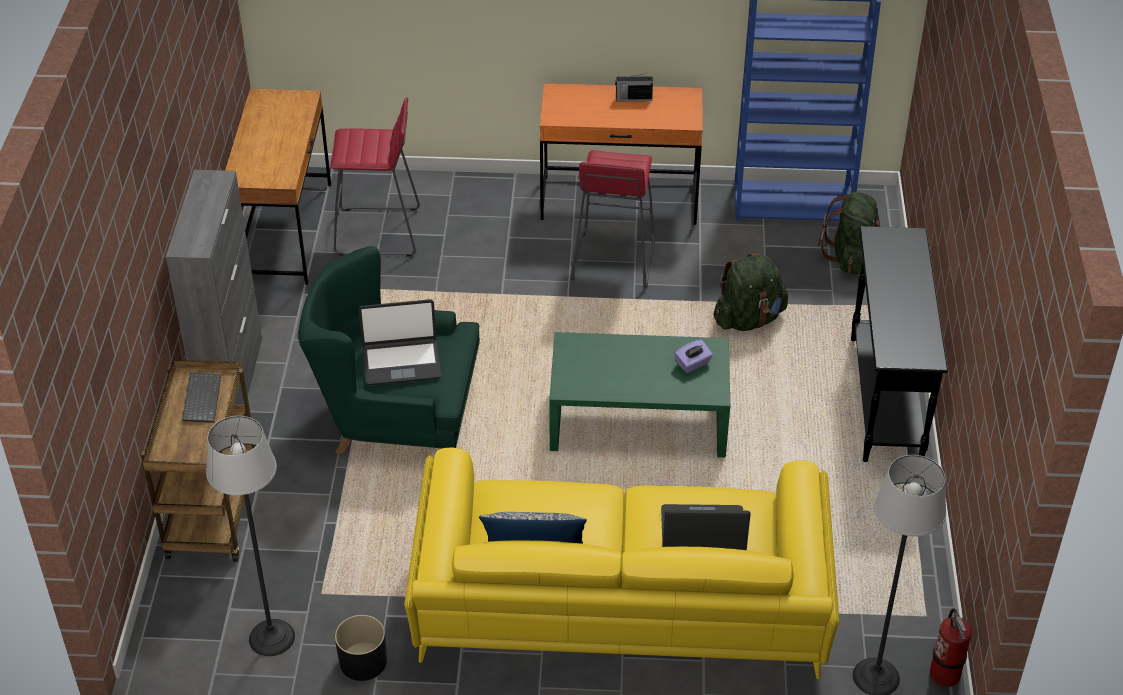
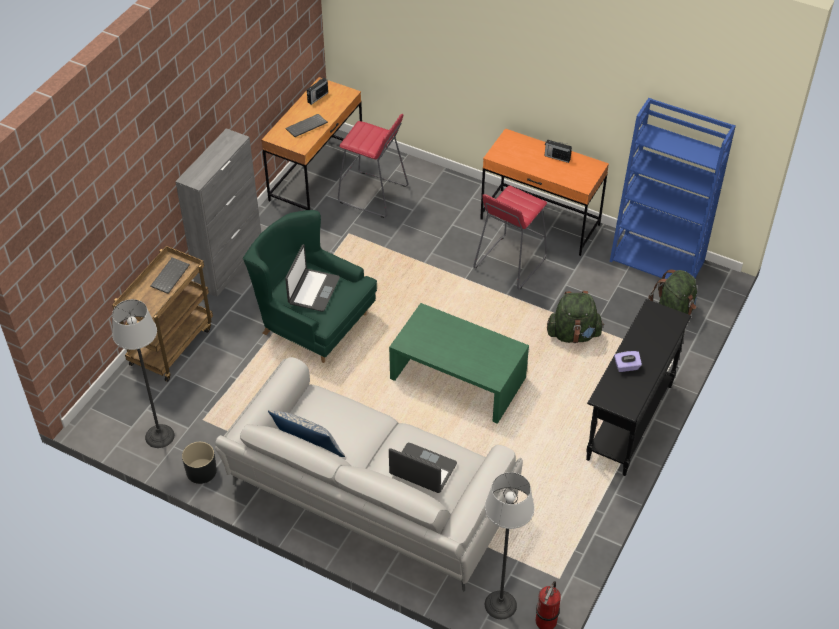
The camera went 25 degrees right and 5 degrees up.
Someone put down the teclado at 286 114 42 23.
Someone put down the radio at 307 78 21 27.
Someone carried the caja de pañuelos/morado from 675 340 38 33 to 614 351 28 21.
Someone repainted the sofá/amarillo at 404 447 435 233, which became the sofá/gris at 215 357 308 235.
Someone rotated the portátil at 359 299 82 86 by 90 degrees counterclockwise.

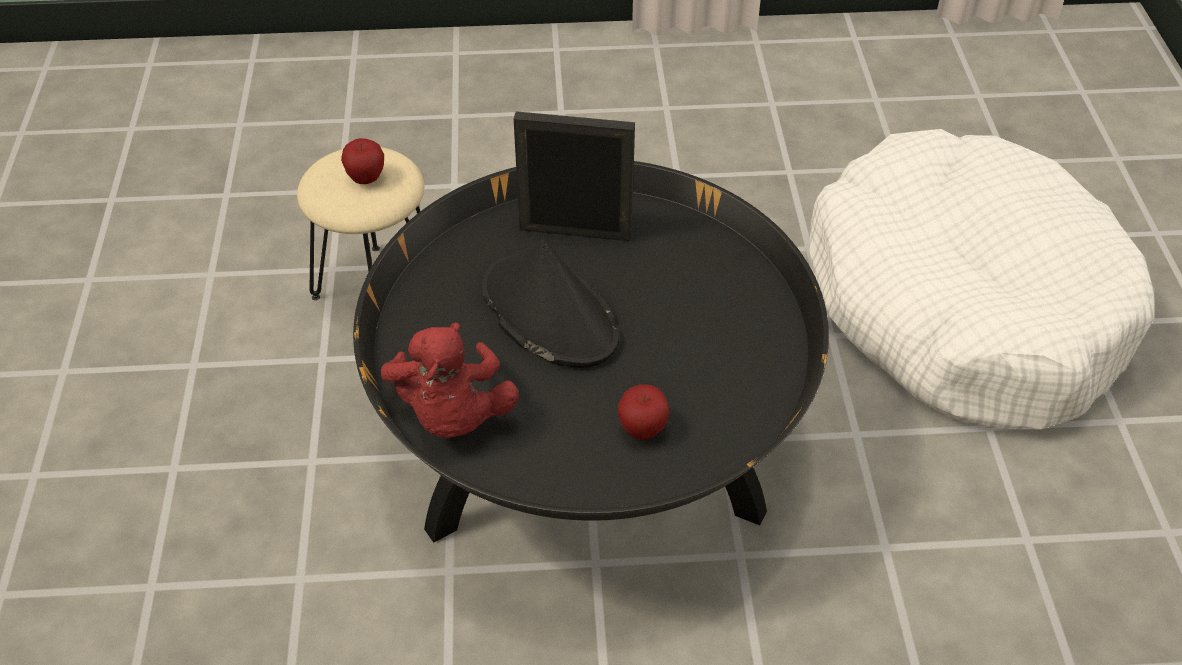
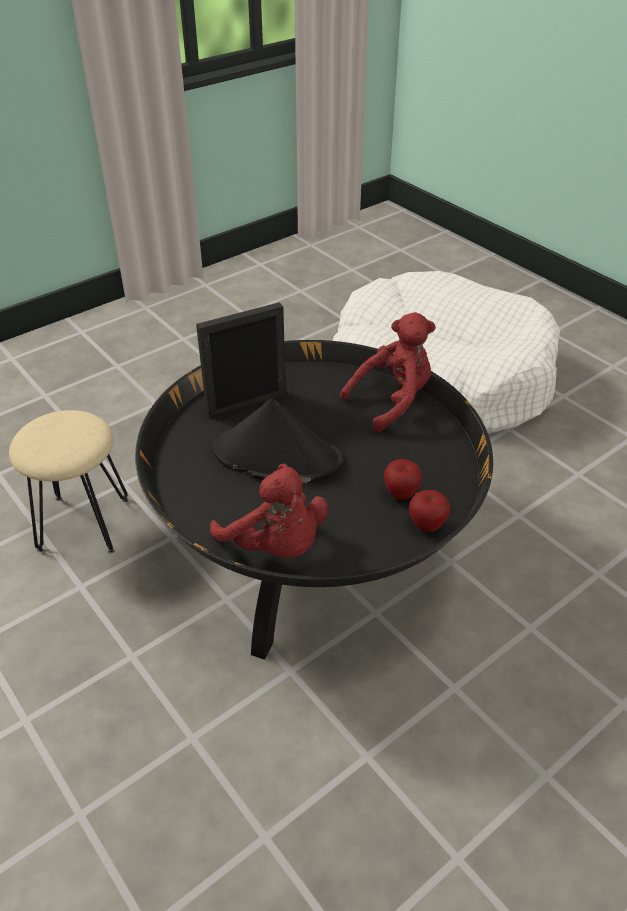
The camera went 35 degrees left and 5 degrees down.
Someone put down the peluche/rojo at 340 312 96 120.
Someone carried the manzana from 341 138 43 46 to 409 490 41 42.

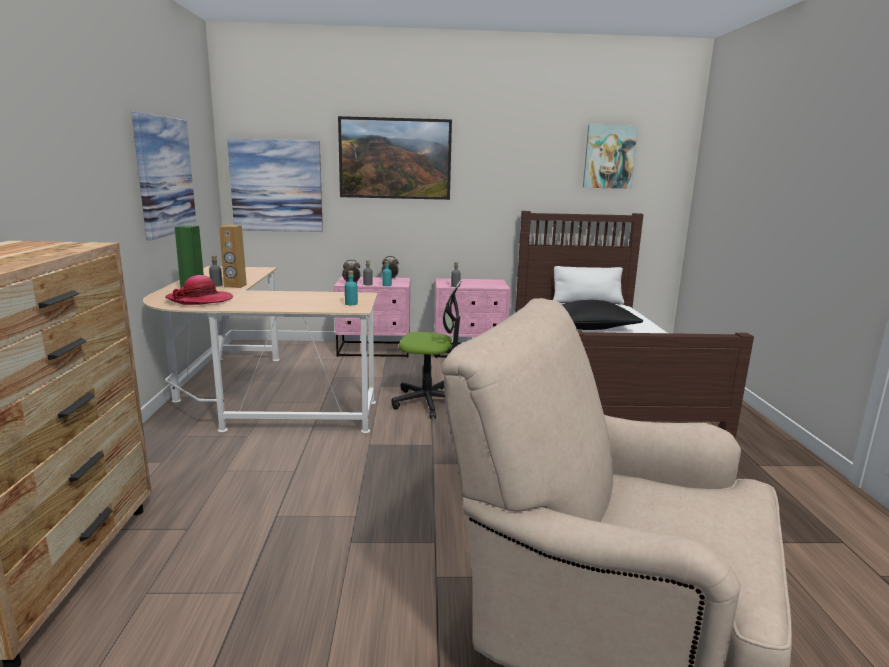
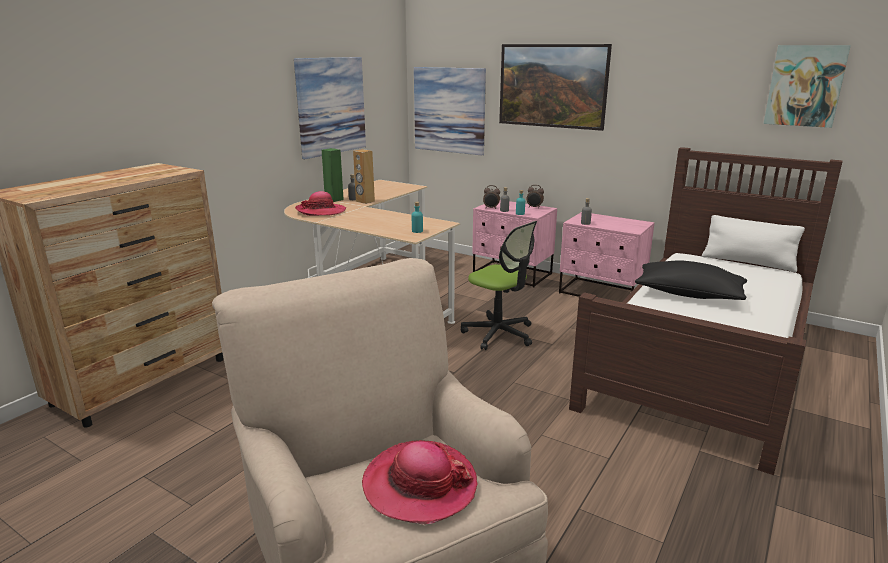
The camera went 35 degrees right and 5 degrees up.
Someone put down the sombrero at 362 440 116 84.

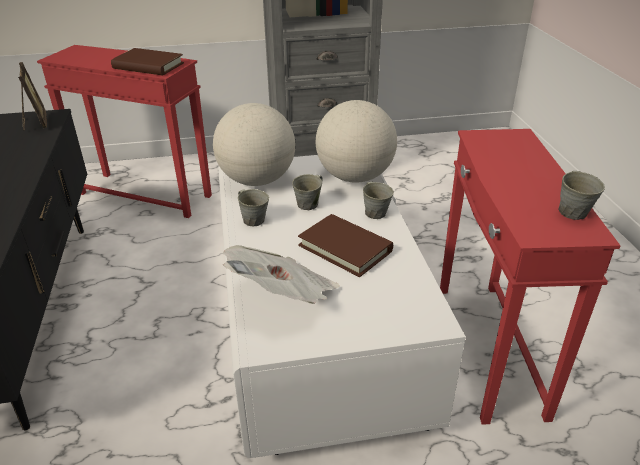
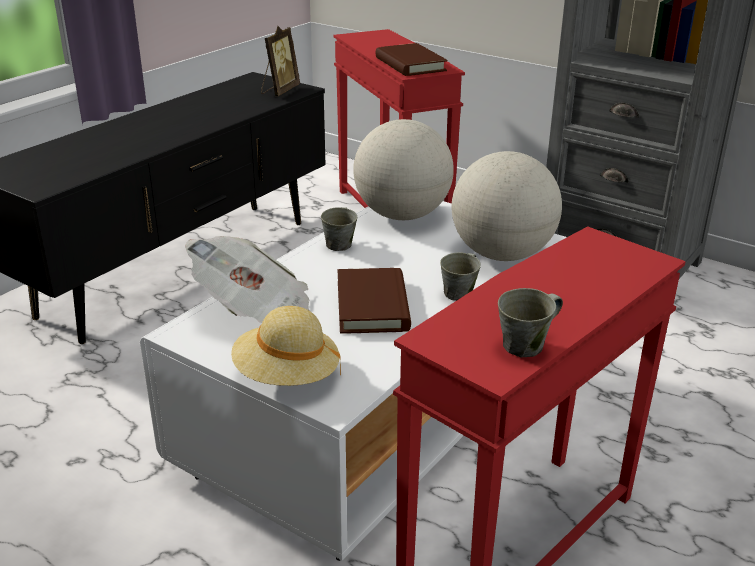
The camera went 45 degrees right and 5 degrees down.
Someone took away the taza grande/gris at 292 174 31 36.
Someone put down the sombrero/beis at 231 306 110 80.

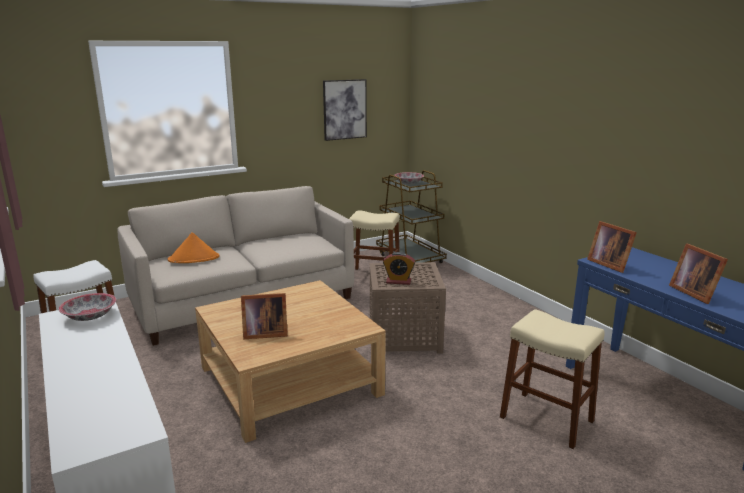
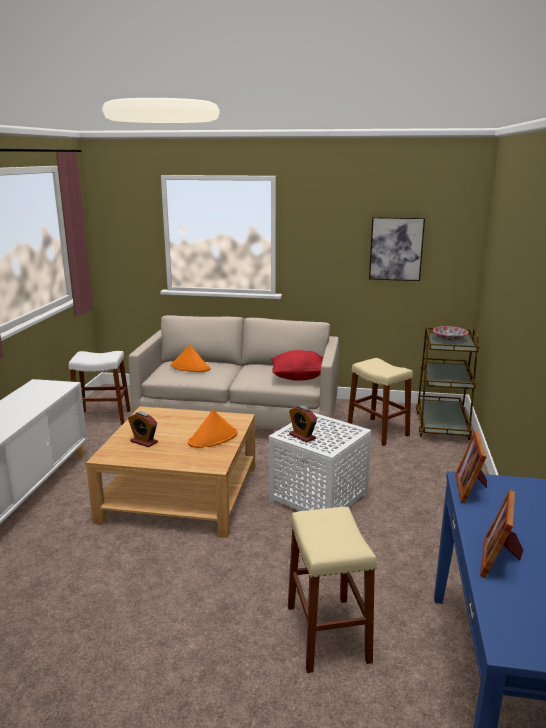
The camera went 40 degrees right and 0 degrees up.
Someone took away the cuenco at 59 293 57 28.
Someone put down the sombrero/naranja at 188 410 50 38.
Someone put down the cojín/rojo at 271 350 52 31.
Someone swapped the portarretratos at 241 293 47 46 for the despertador at 128 411 30 36.
Someone repainted the mesa auxiliar/marrón at 370 262 76 92, which became the mesa auxiliar/blanco at 268 413 103 98.

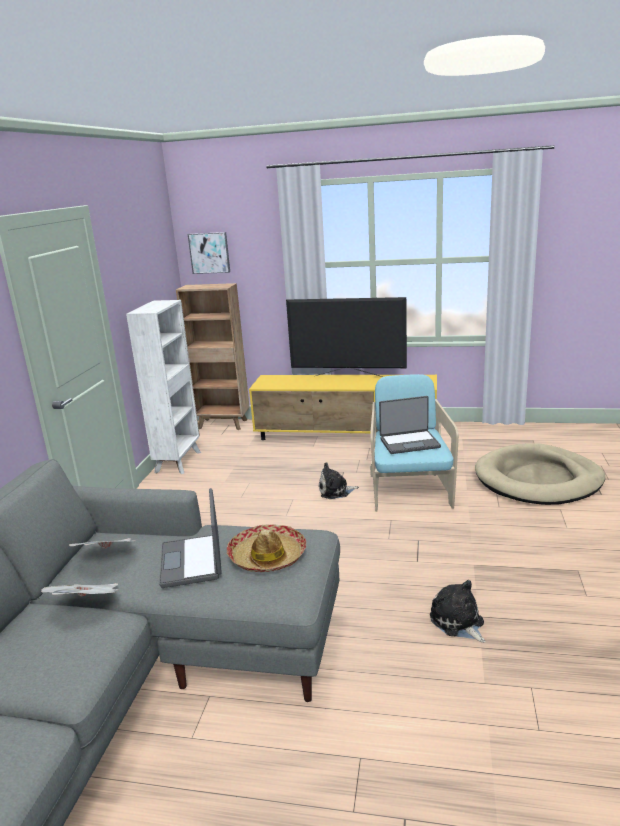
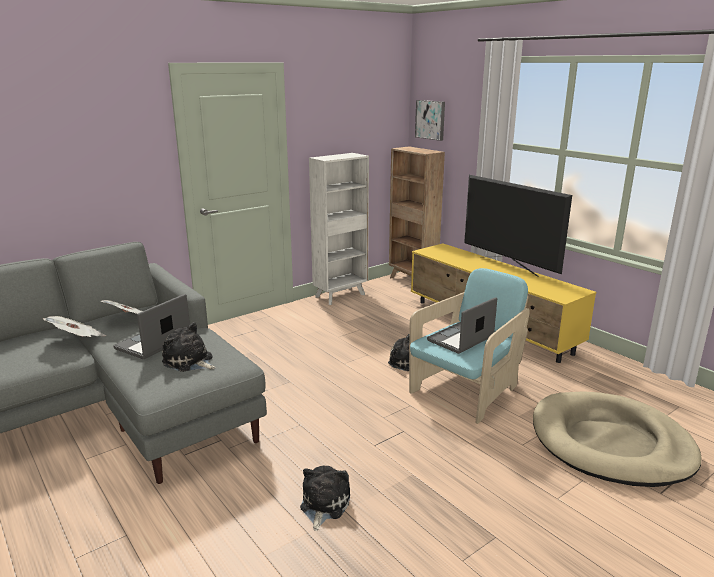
The camera went 40 degrees right and 0 degrees up.
Someone swapped the sombrero at 227 524 79 48 for the peluche at 162 322 54 50.
Someone rotated the portátil at 379 396 62 58 by 105 degrees clockwise.

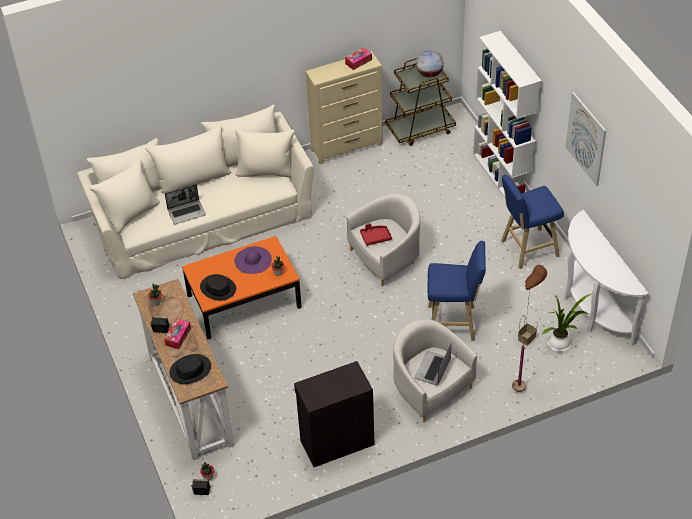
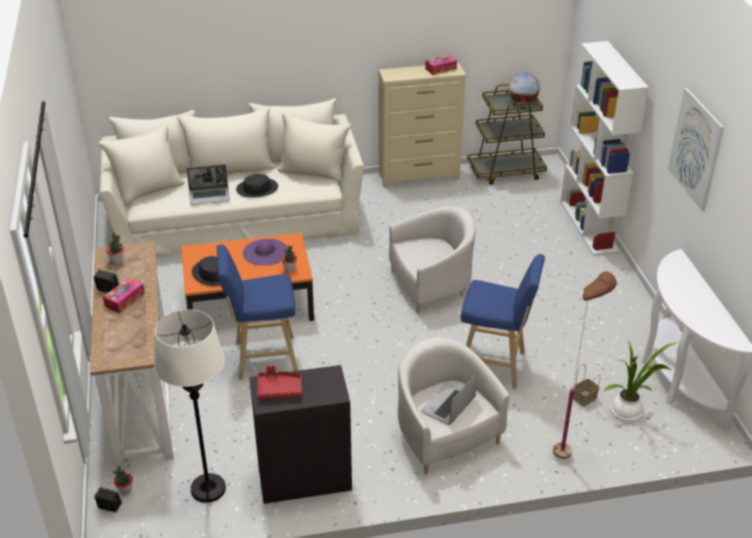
The camera went 10 degrees right and 10 degrees down.
Someone put down the lámpara de pie/blanco at 154 309 72 194.
Someone carried the sombrero/negro from 170 354 41 30 to 236 174 42 24.
Someone carried the bandeja/rojo from 360 223 32 23 to 258 365 44 34.
Someone carried the taburete/azul from 501 175 63 94 to 217 244 81 136.

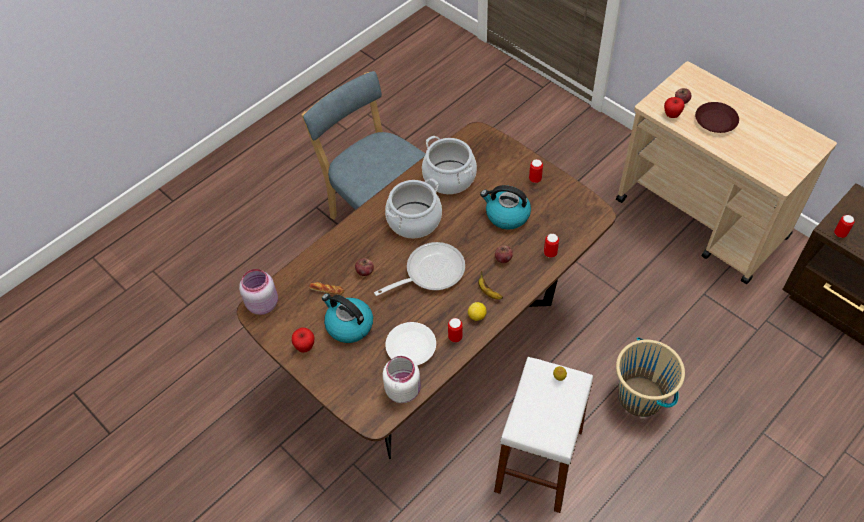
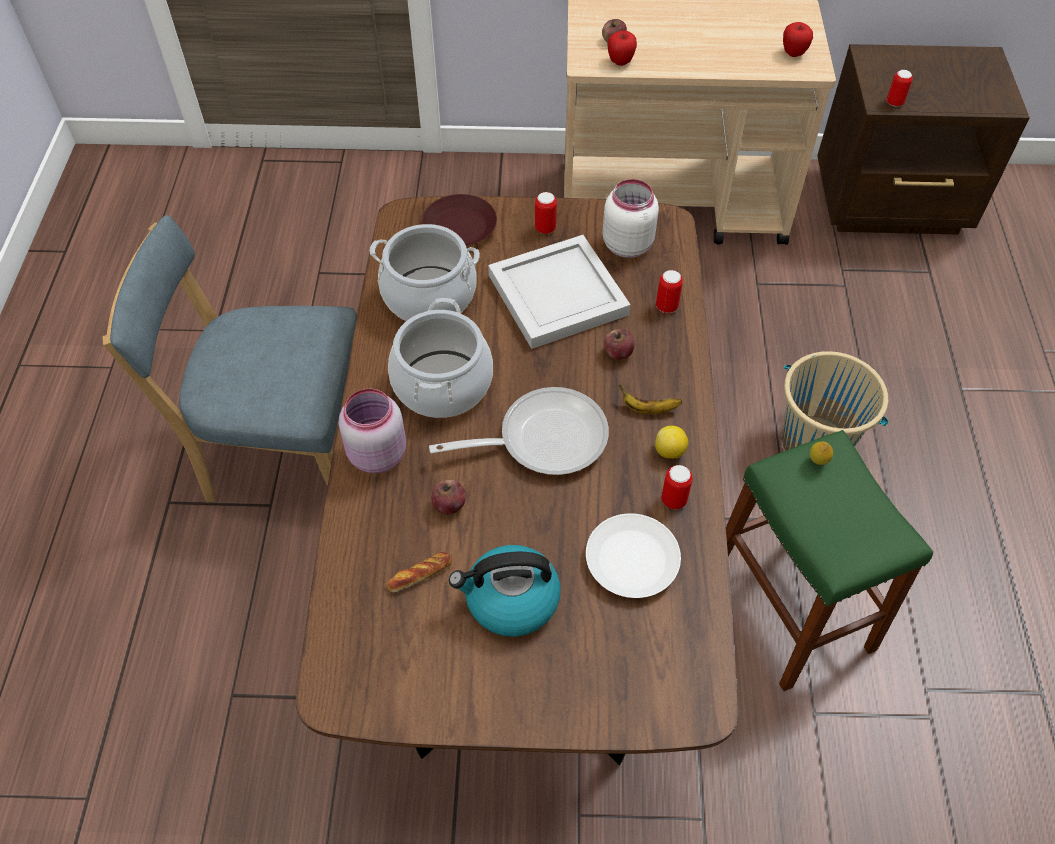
The camera went 45 degrees left and 0 degrees up.
Someone carried the tarro/rosa from 239 269 39 46 to 339 389 67 84.
Someone carried the manzana from 292 328 22 25 to 783 22 30 35.
Someone carried the tarro/blanco from 383 356 38 47 to 602 179 57 79.
Someone carried the plato/marrón from 695 102 44 31 to 422 194 75 52.
Someone swapped the hervidor at 480 185 51 44 for the bandeja/blanco at 488 235 143 114.
Someone repainted the taburete/blanco at 494 357 99 156, which became the taburete/verde at 726 430 207 261.
Someone rotated the sartén at 374 242 91 54 by 60 degrees clockwise.

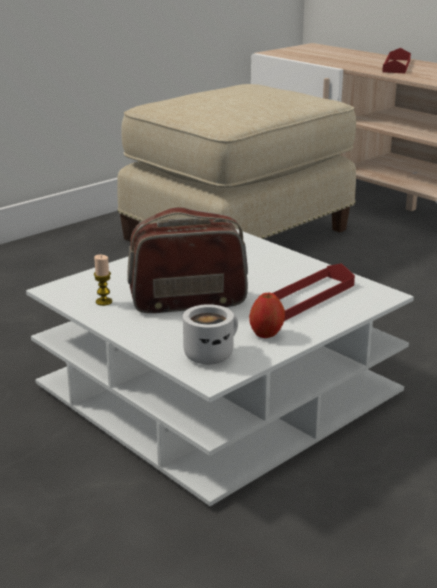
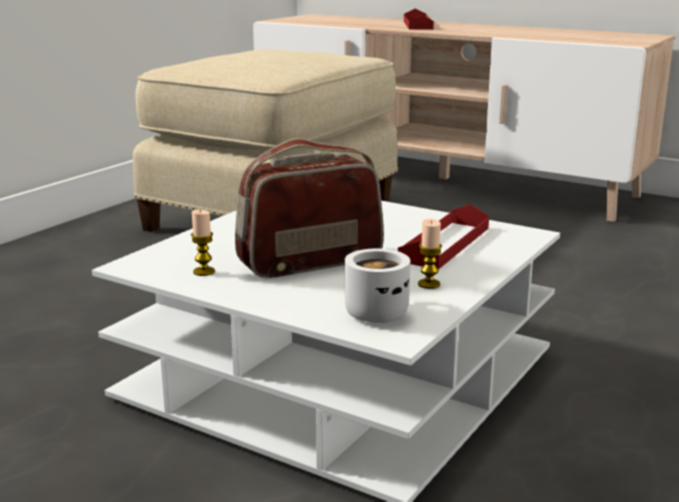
The camera went 15 degrees left and 5 degrees down.
Someone swapped the manzana at 249 292 36 46 for the vela at 418 219 24 70.

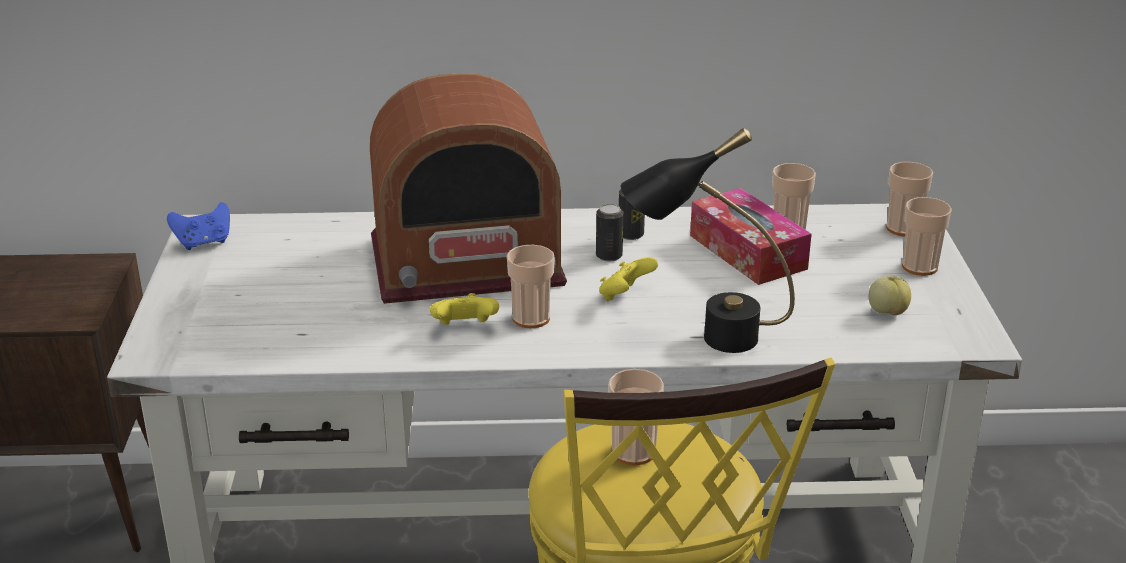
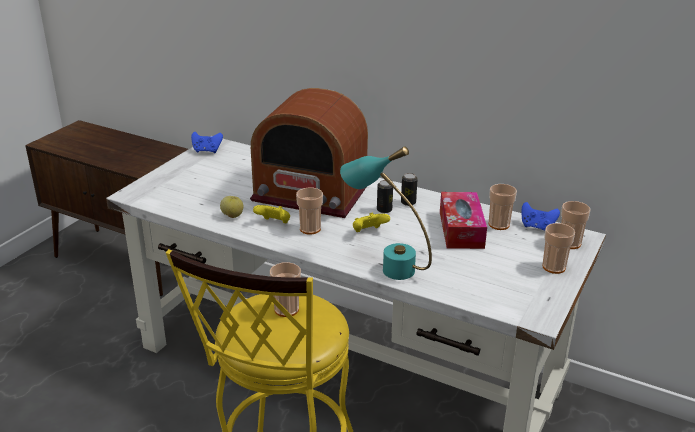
The camera went 30 degrees right and 0 degrees up.
Someone put down the mando de consola/azul at 521 202 39 28.
Someone carried the manzana from 869 276 42 39 to 220 196 23 22.
Someone repainted the lámpara de mesa/negro at 621 128 174 225, which became the lámpara de mesa/turquesa at 340 147 92 133.

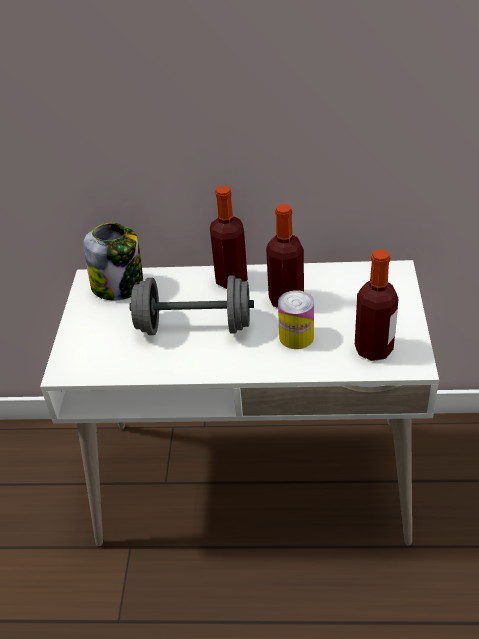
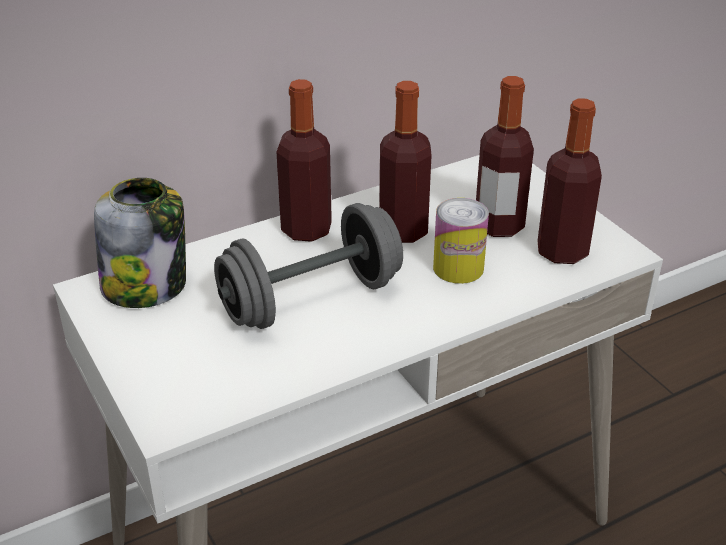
The camera went 35 degrees left and 5 degrees down.
Someone put down the botella at 476 76 58 161.

